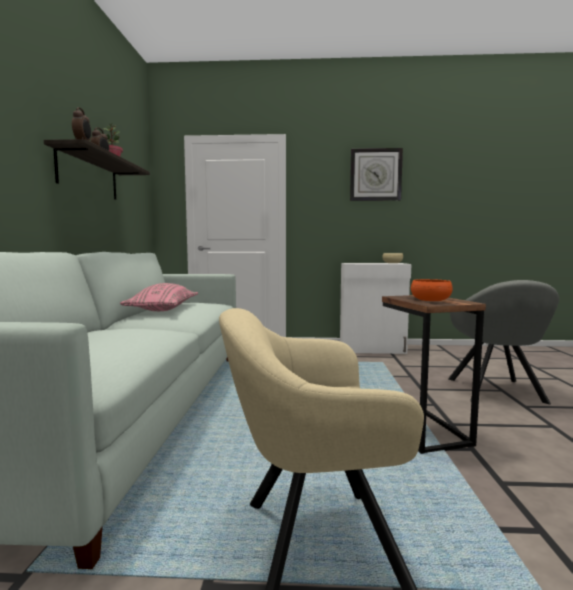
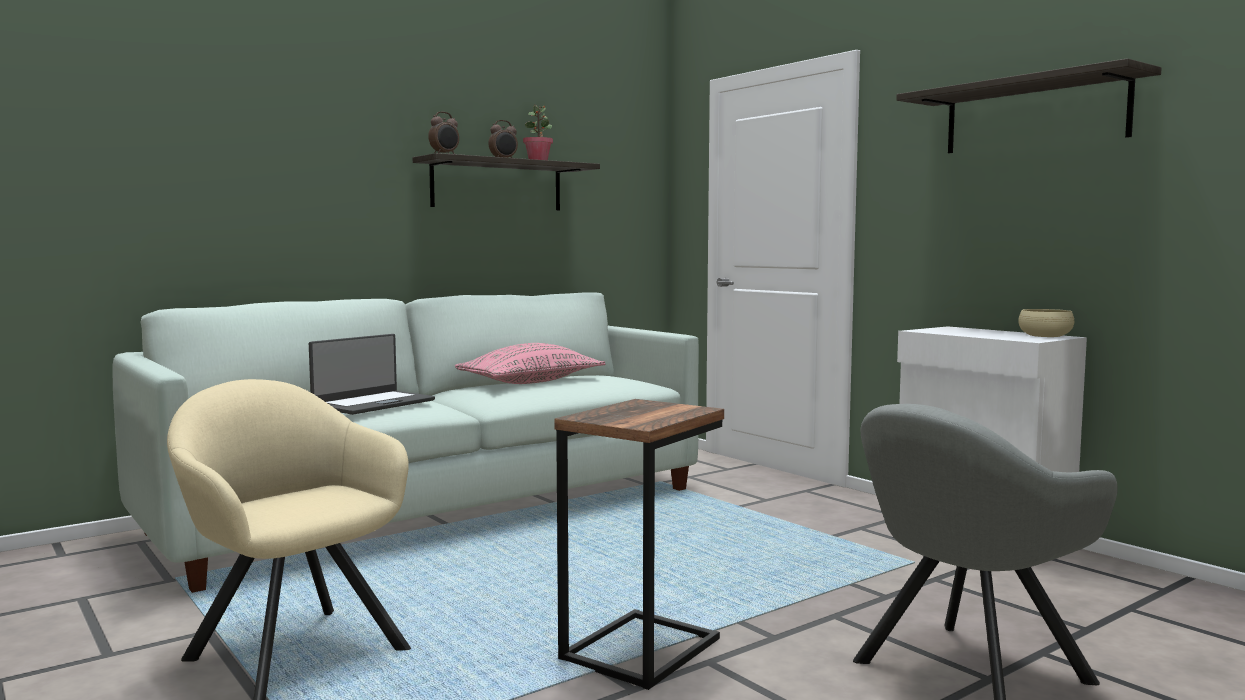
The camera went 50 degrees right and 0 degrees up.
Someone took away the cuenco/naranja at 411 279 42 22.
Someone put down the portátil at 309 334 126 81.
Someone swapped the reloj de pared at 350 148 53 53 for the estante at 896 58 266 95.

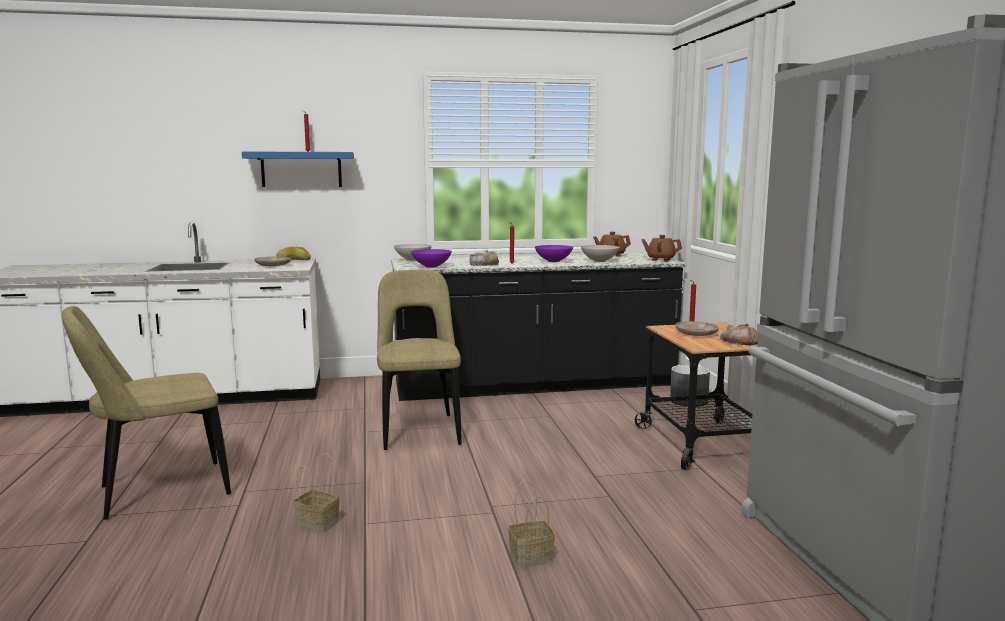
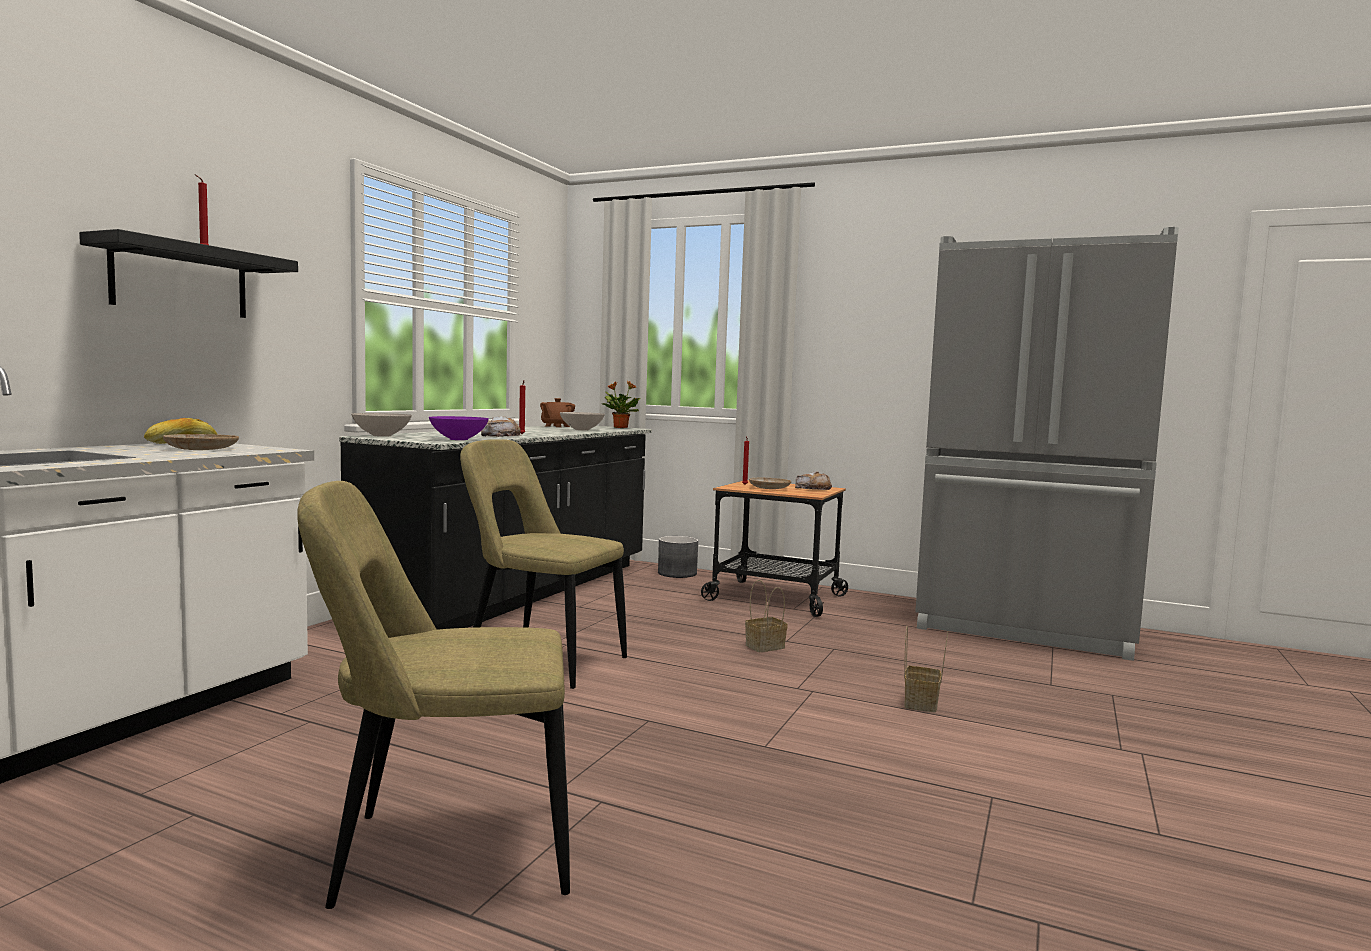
The camera went 55 degrees left and 5 degrees down.
Someone took away the cuenco/morado at 535 245 38 17.
Someone carried the cesta from 294 453 45 80 to 745 580 43 72.
Someone swapped the tetera/marrón at 641 235 41 26 for the planta en maceta at 601 381 40 47.
Someone repainted the estante/azul at 242 151 112 36, which became the estante/negro at 79 229 219 89.
Someone rotated the silla/beis at 62 306 169 214 by 75 degrees clockwise.

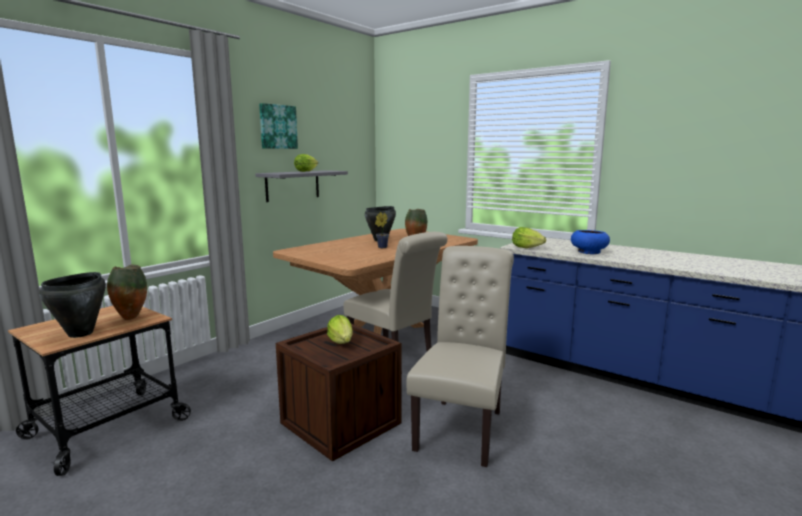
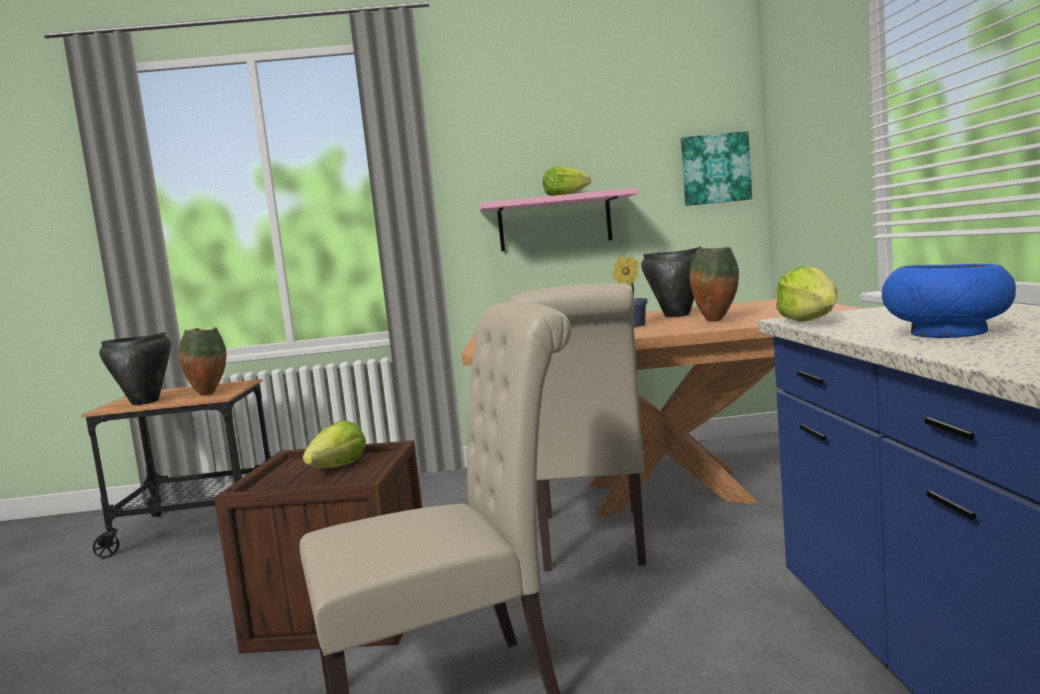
The camera went 50 degrees right and 5 degrees down.
Someone carried the cuadro from 259 103 39 46 to 681 131 71 75.
Someone repainted the estante/gris at 256 170 92 32, which became the estante/rosa at 479 188 159 63.

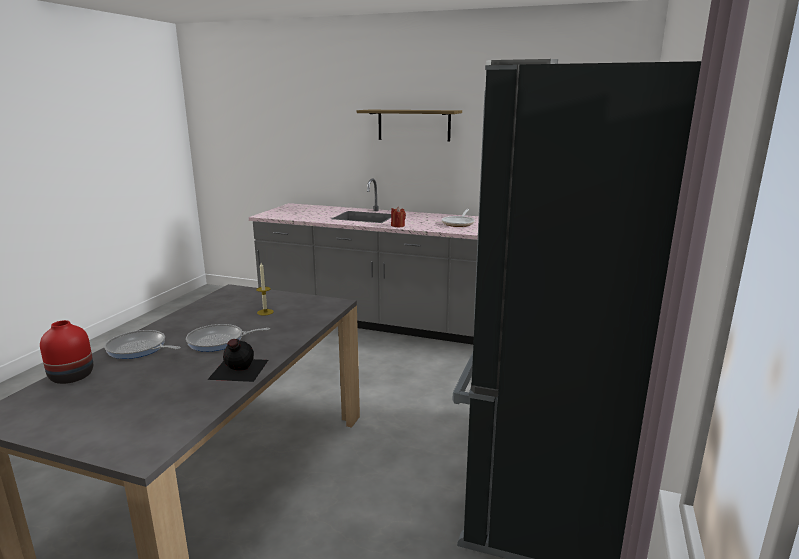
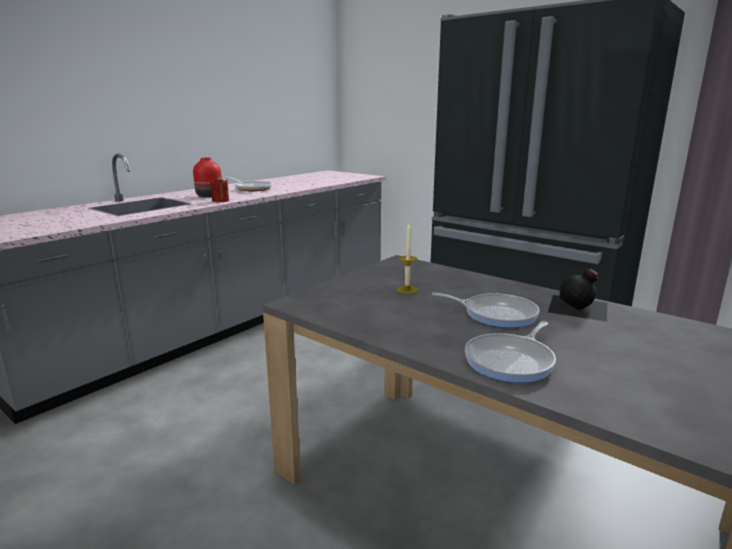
The camera went 70 degrees left and 0 degrees up.
Someone took away the estante at 357 110 105 32.
Someone carried the florero/rojo from 40 320 53 64 to 193 158 29 39.
Someone rotated the sartén at 186 324 84 28 by 75 degrees counterclockwise.

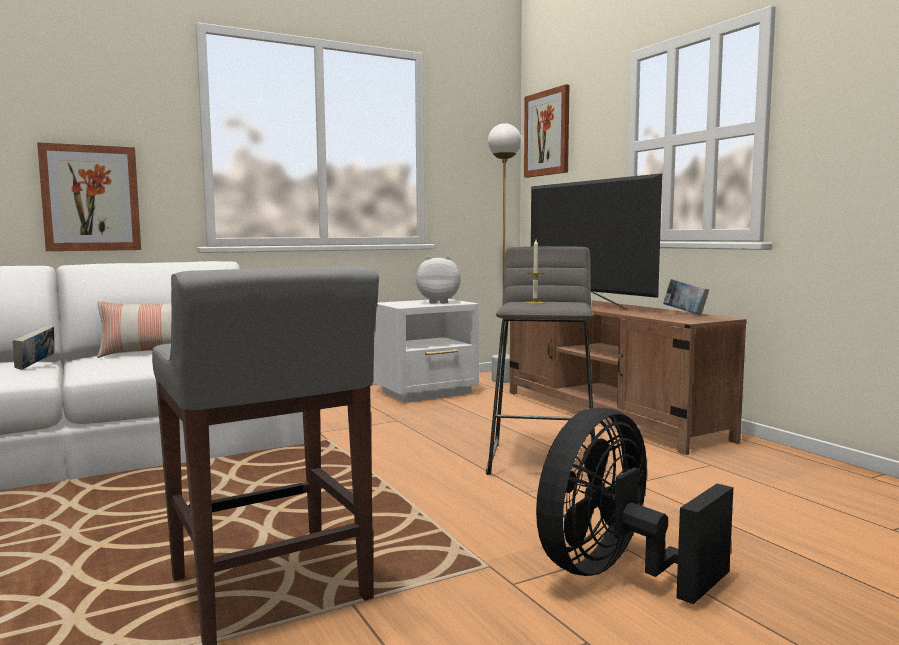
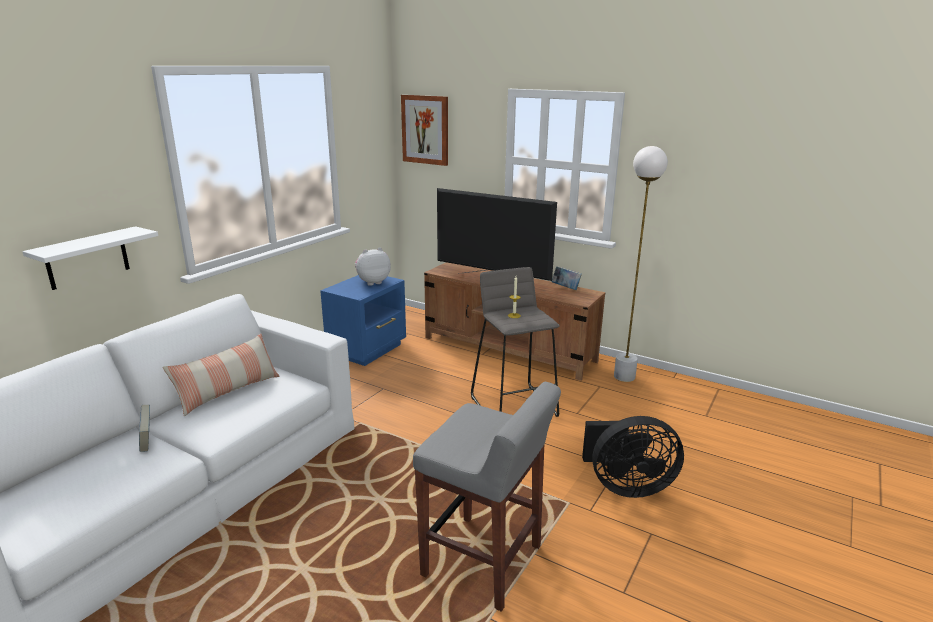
The camera went 30 degrees left and 15 degrees up.
Someone carried the lámpara de pie/blanco from 488 123 33 260 to 614 146 54 236.
Someone swapped the cuadro at 37 142 104 109 for the estante/blanco at 22 226 136 64.
Someone repainted the mesita de noche/blanco at 373 299 106 104, which became the mesita de noche/azul at 320 275 86 91.
Someone rotated the ventilador/negro at 536 408 197 196 by 105 degrees counterclockwise.

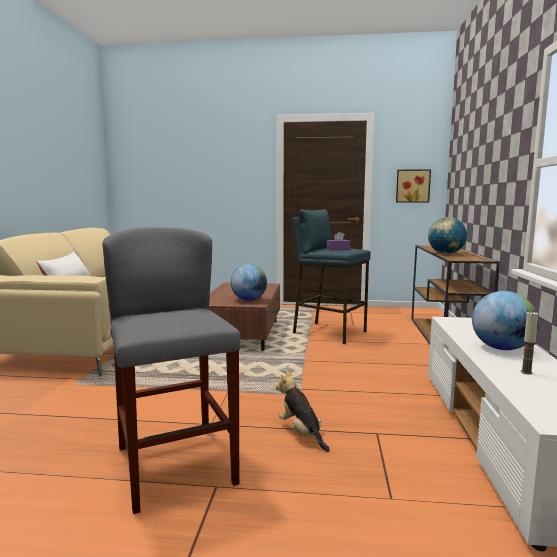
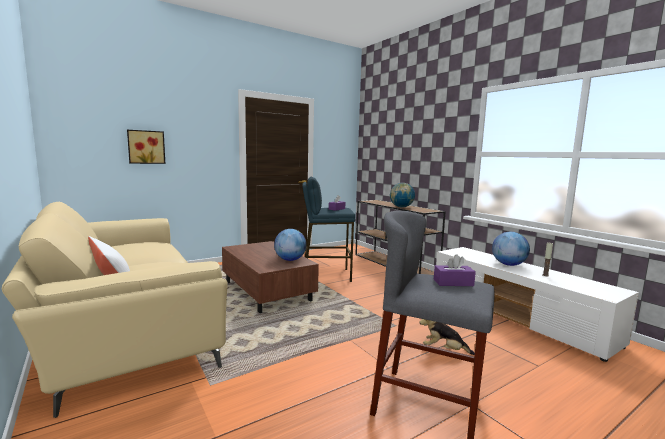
The camera went 40 degrees left and 0 degrees up.
Someone put down the caja de pañuelos/morado at 434 254 42 32.
Someone carried the cuadro from 396 169 35 34 to 127 130 38 34.

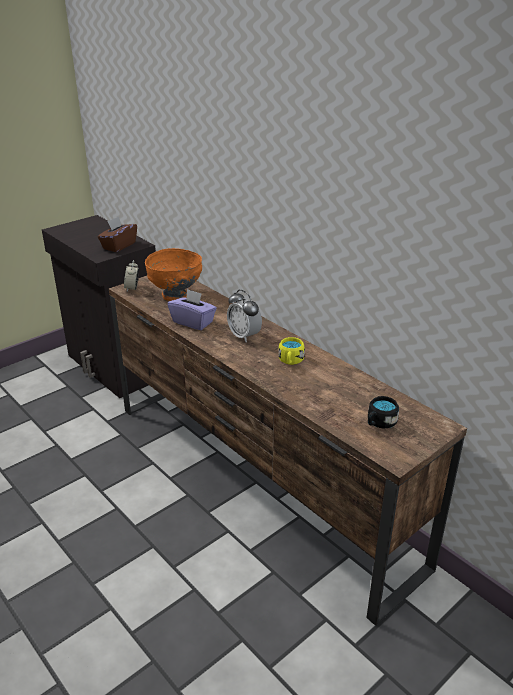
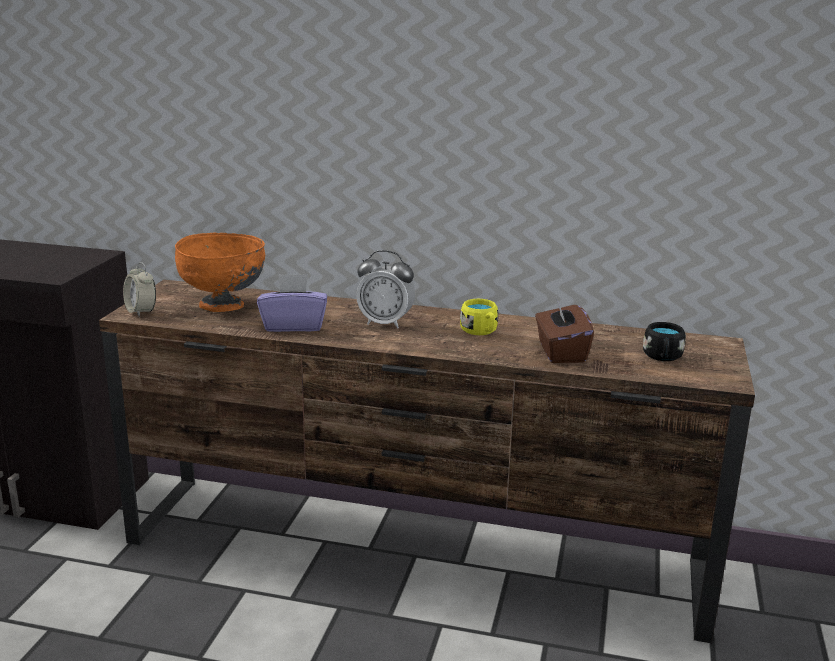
The camera went 35 degrees left and 10 degrees down.
Someone carried the caja de pañuelos/marrón from 98 216 39 36 to 535 300 59 63.

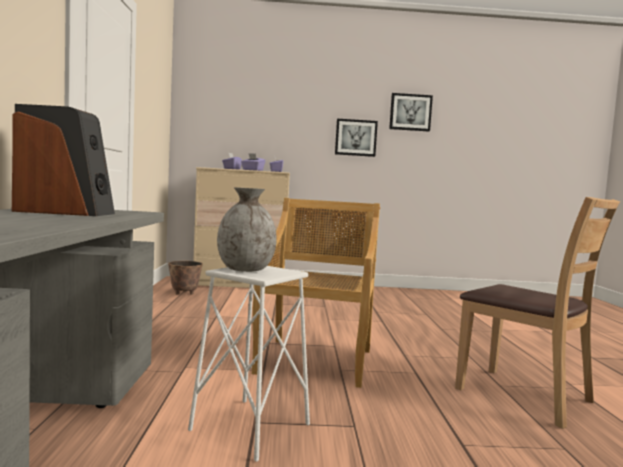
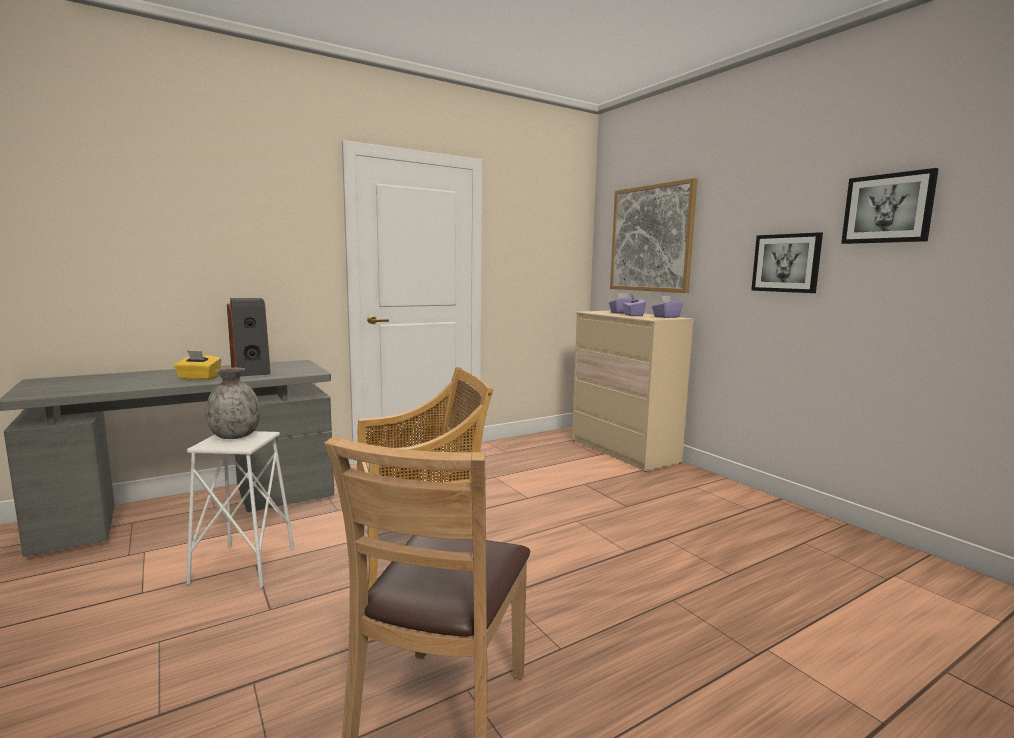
The camera went 60 degrees right and 5 degrees up.
Someone took away the maceta at 168 261 35 34.
Someone put down the caja de pañuelos/amarillo at 174 350 47 30.
Someone put up the cuadro at 610 178 87 115.

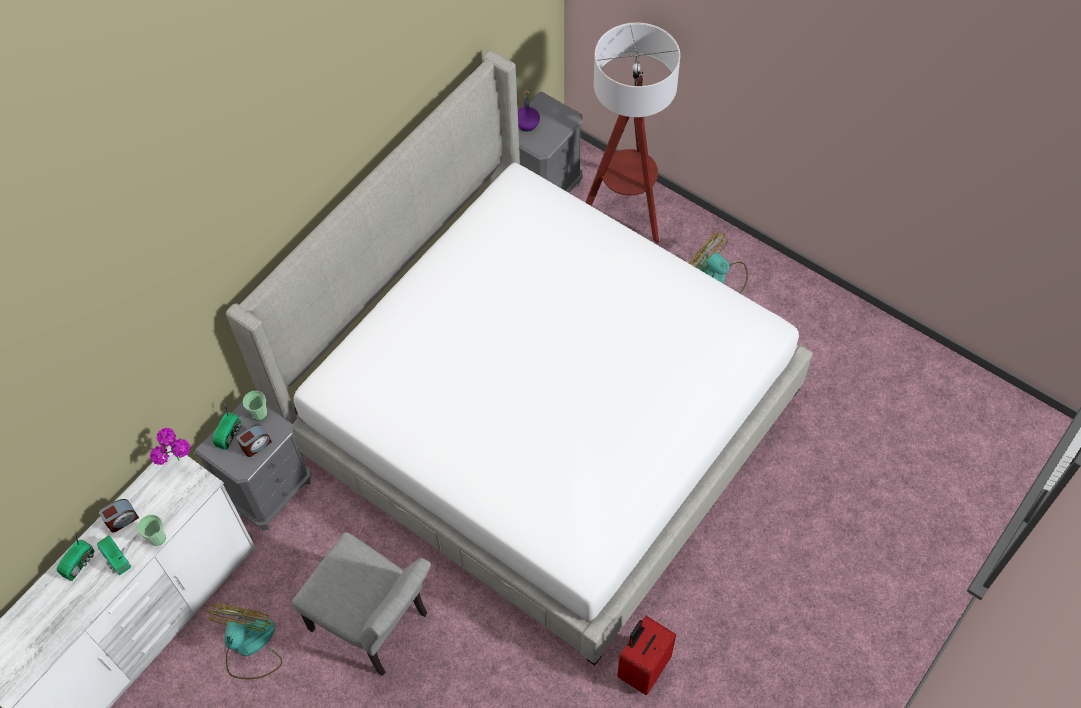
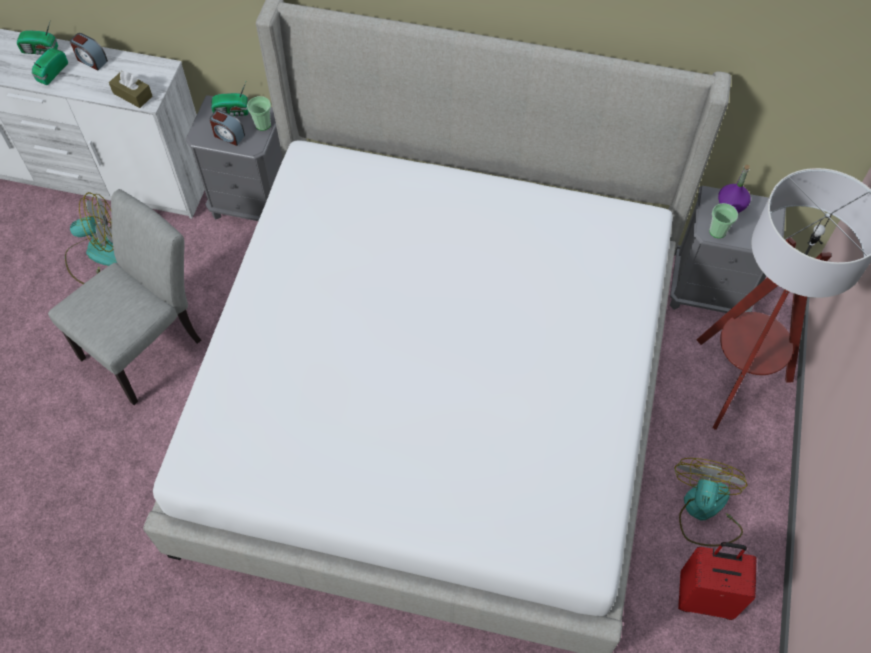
The camera went 65 degrees right and 0 degrees up.
Someone took away the planta en maceta at 150 428 40 37.
Someone put down the caja de pañuelos/marrón at 109 71 43 37.
Someone carried the taza from 137 515 29 31 to 709 203 29 35.
Someone carried the maleta/rojo from 617 616 59 80 to 678 542 79 78.
Someone rotated the silla/gris at 292 532 139 144 by 150 degrees counterclockwise.

